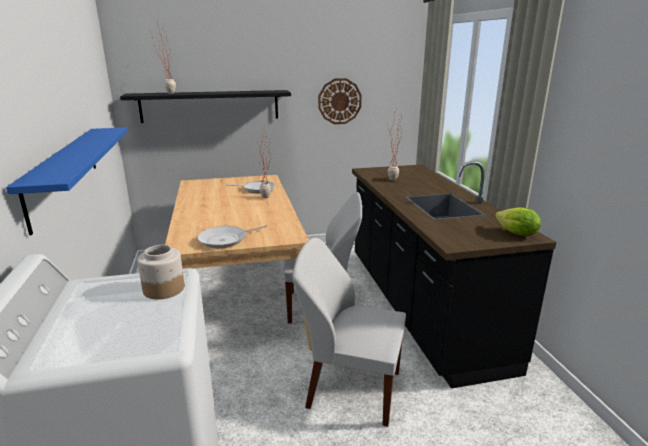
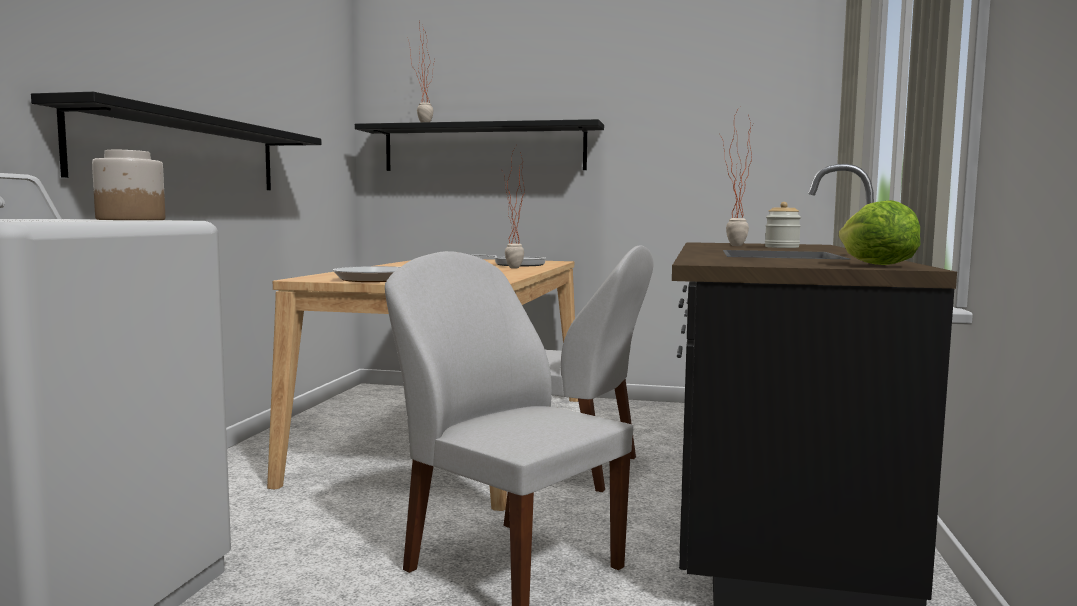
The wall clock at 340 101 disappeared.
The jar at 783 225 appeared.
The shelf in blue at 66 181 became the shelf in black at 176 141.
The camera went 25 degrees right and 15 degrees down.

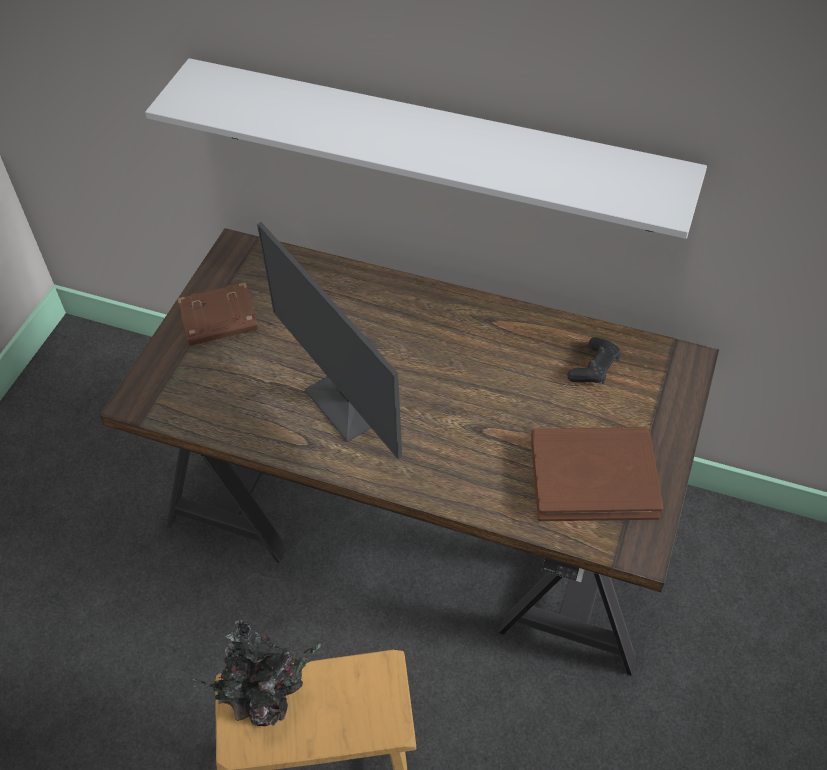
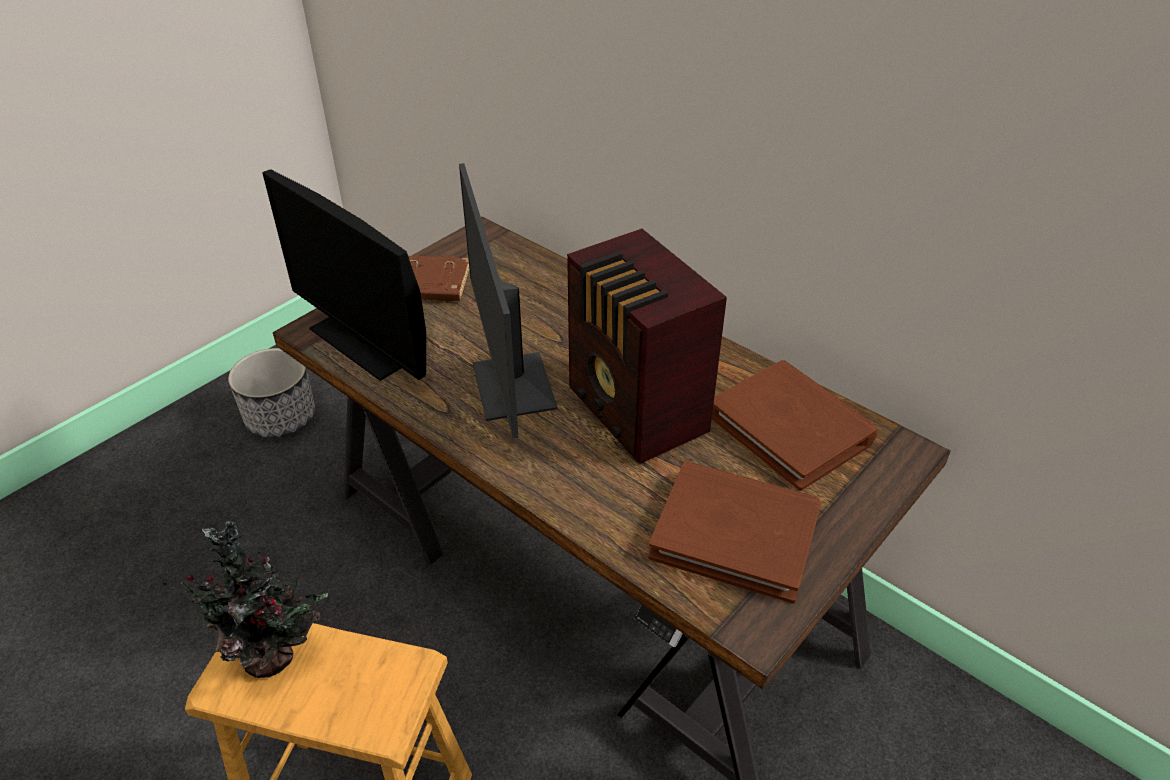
The shelf in white at 426 148 disappeared.
The planter at 271 393 appeared.
The monitor at 344 275 appeared.
The radio at 647 346 appeared.
The game controller in black at 594 360 was replaced by the book in brown at 794 425.
The camera went 20 degrees right and 10 degrees down.

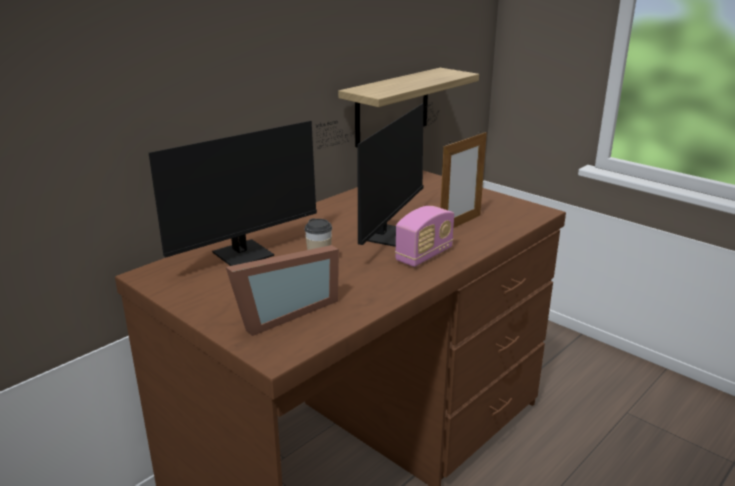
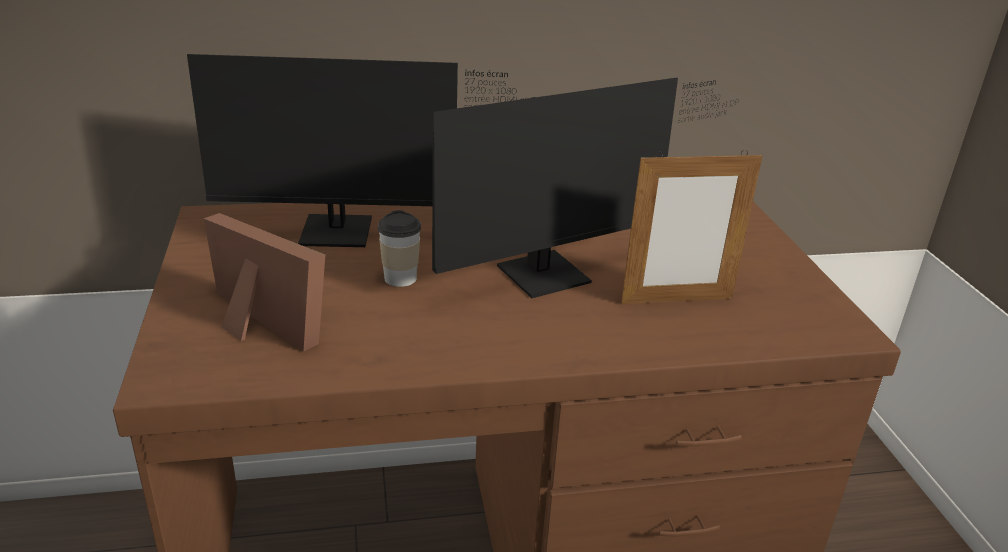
The shelf at 408 107 disappeared.
The radio at 424 236 disappeared.
The picture frame at 282 290 turned 135 degrees counterclockwise.
The camera went 35 degrees right and 5 degrees up.

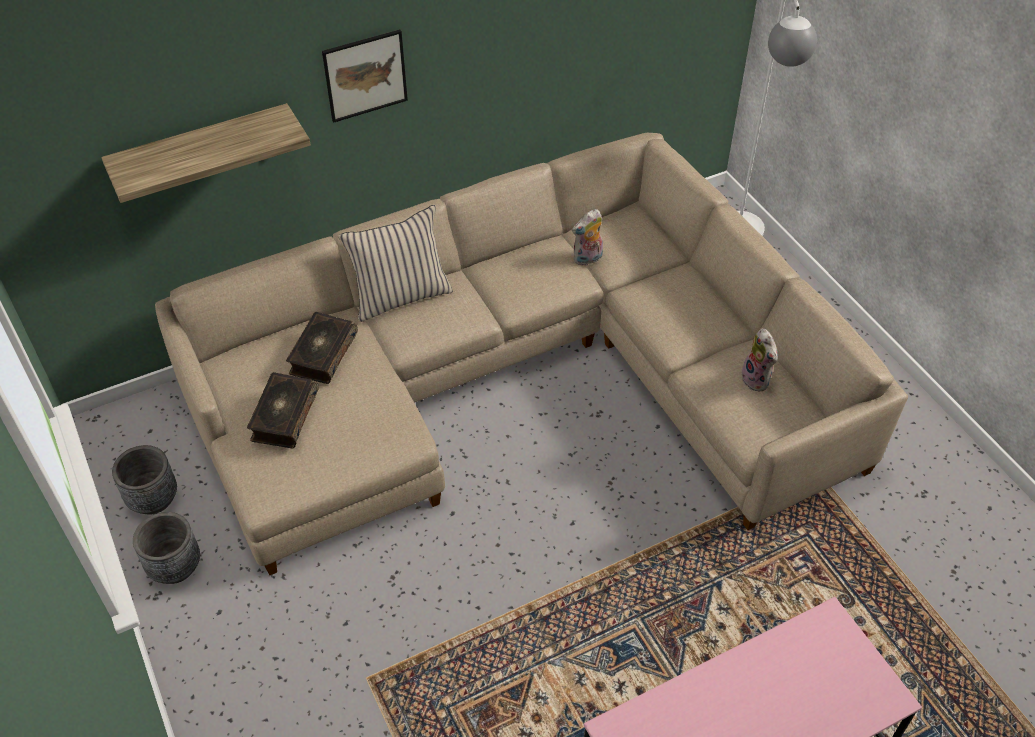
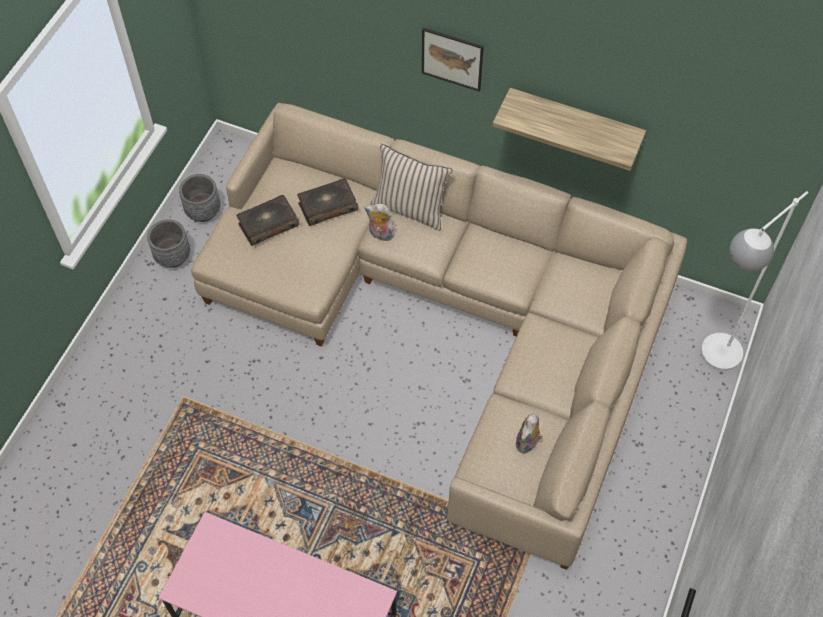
The shelf moved from 206 153 to 569 129.
The plush toy moved from 587 237 to 380 222.
The camera went 50 degrees right and 10 degrees up.

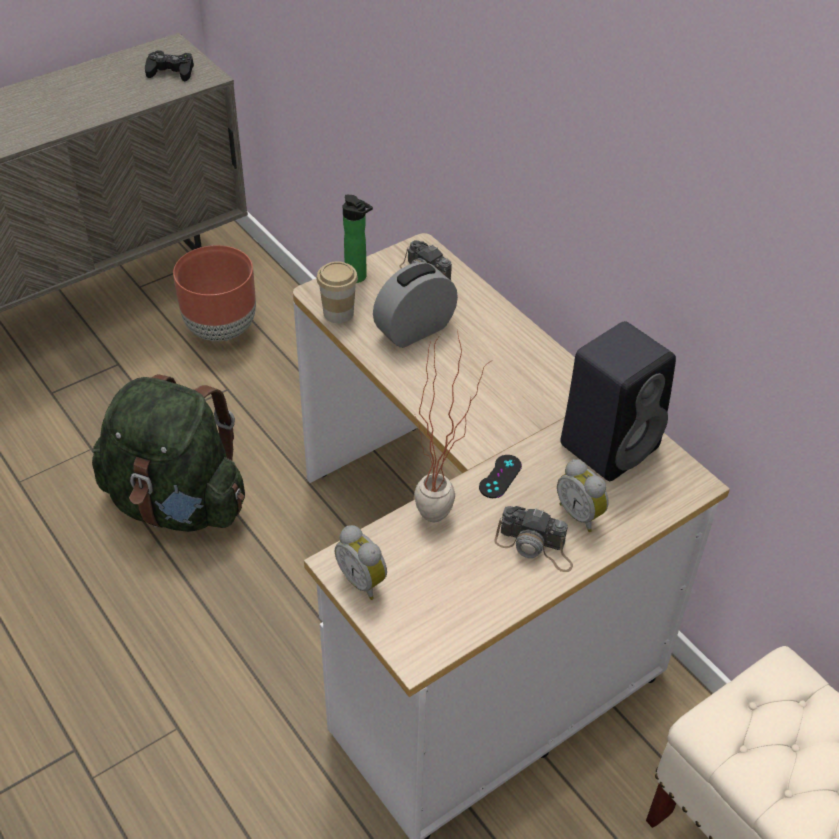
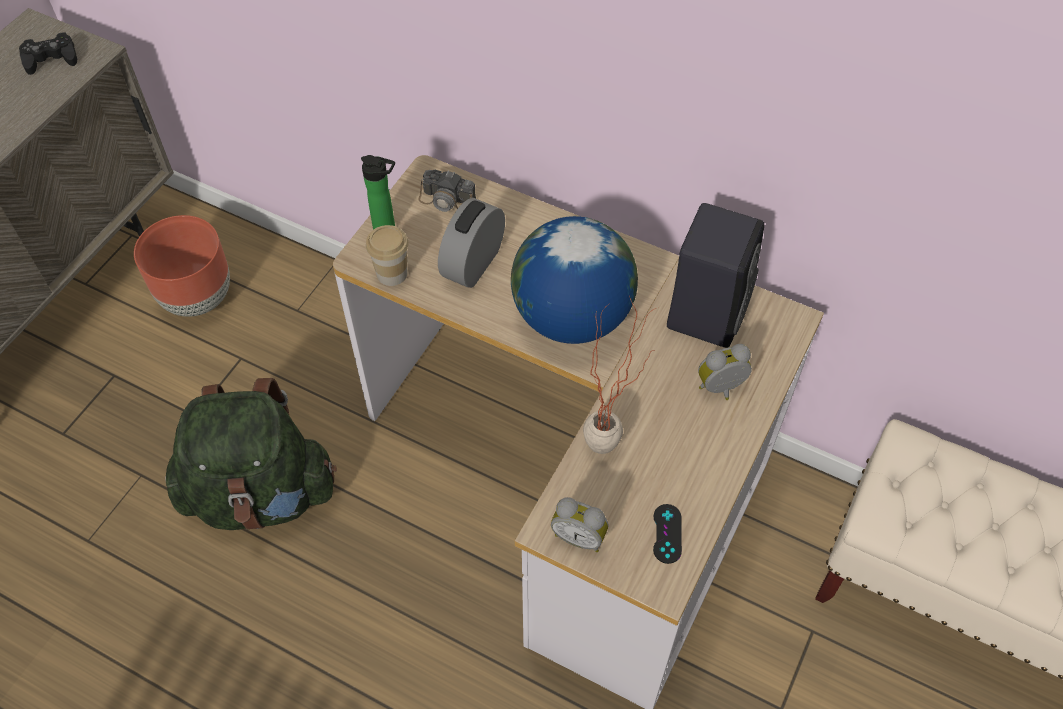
The photo camera at 533 539 disappeared.
The globe at 574 280 appeared.
The game controller in black moved from 500 476 to 667 534.
The alarm clock at 583 495 turned 135 degrees clockwise.
The camera went 25 degrees left and 10 degrees up.

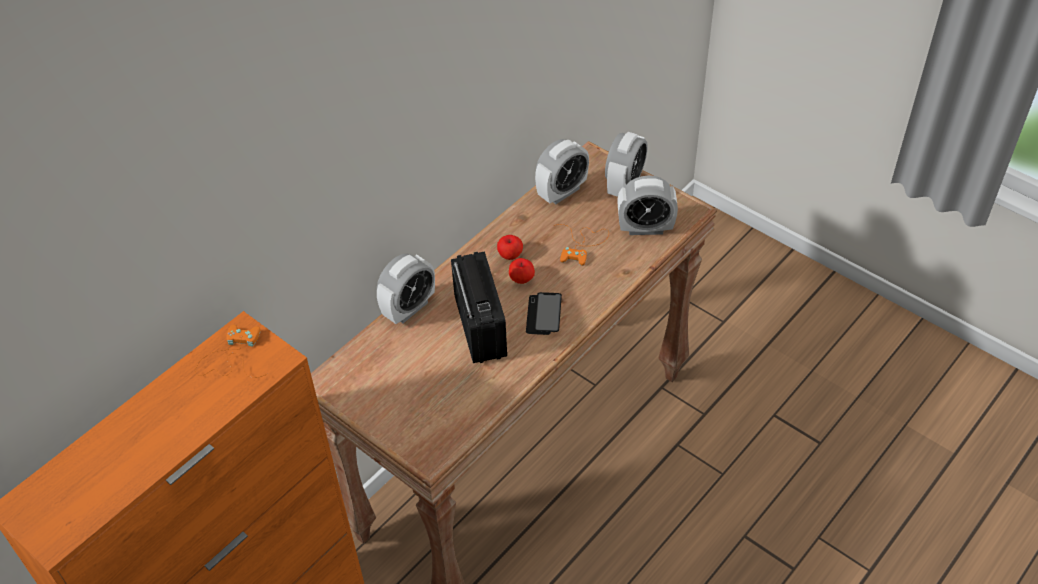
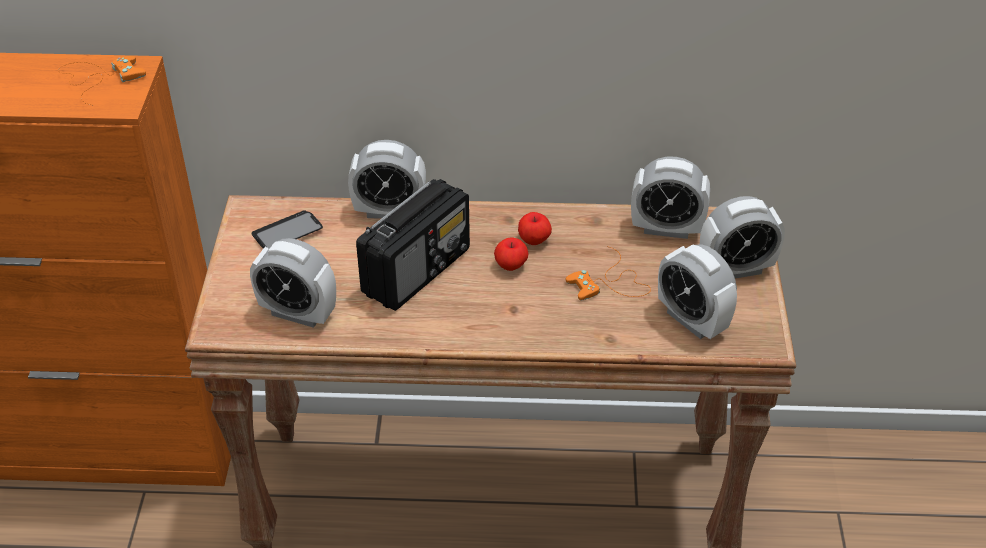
The alarm clock at 293 283 appeared.
The phone moved from 544 313 to 287 229.
The camera went 50 degrees right and 5 degrees down.

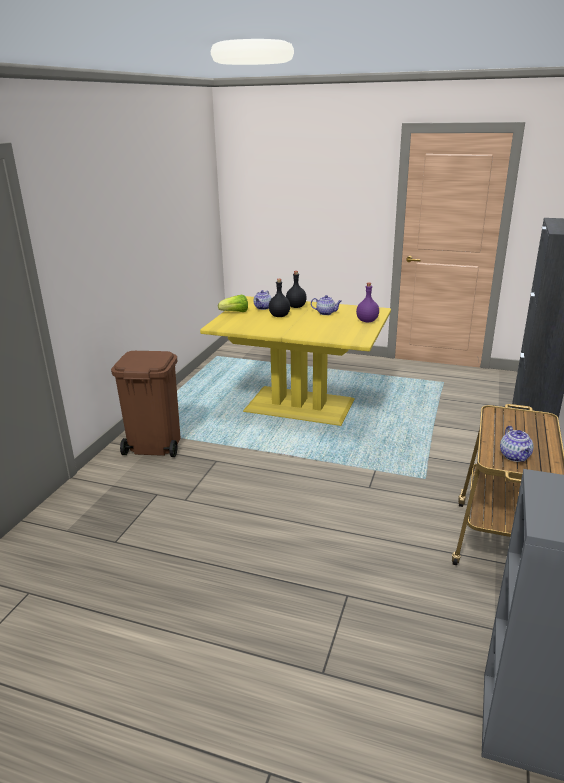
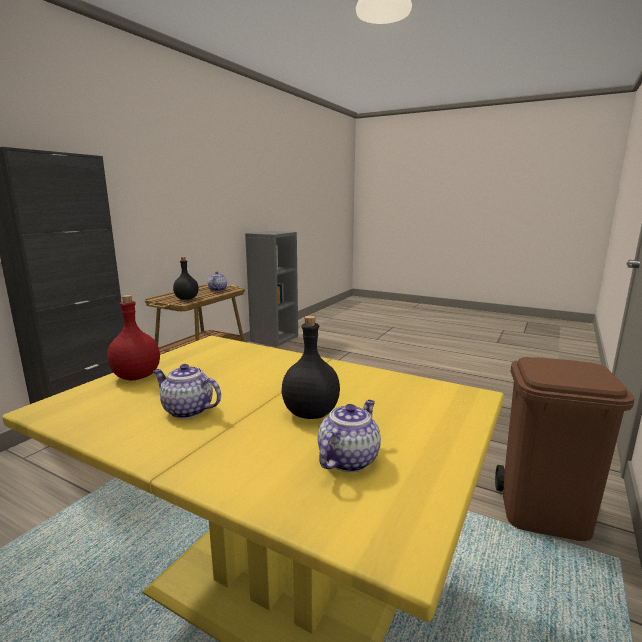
The lettuce at 233 303 disappeared.
The bottle in black moved from 296 289 to 186 278.
The bottle in purple at 367 302 became the bottle in red at 133 338.
The camera went 170 degrees left and 10 degrees down.

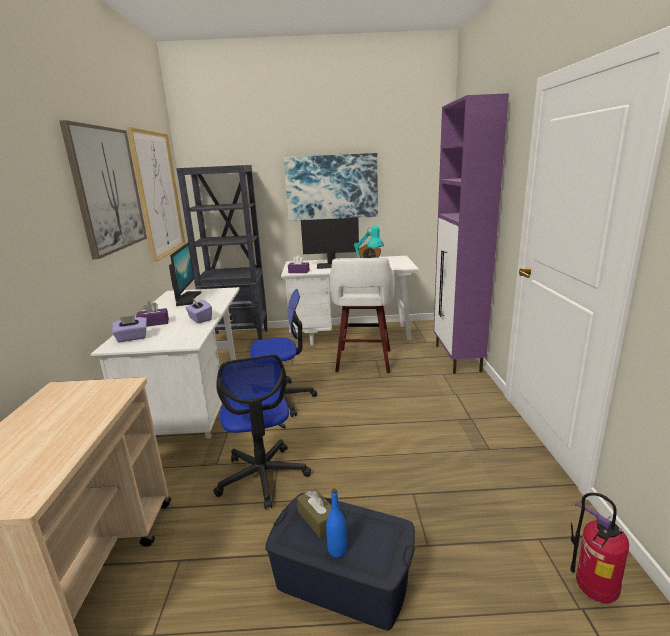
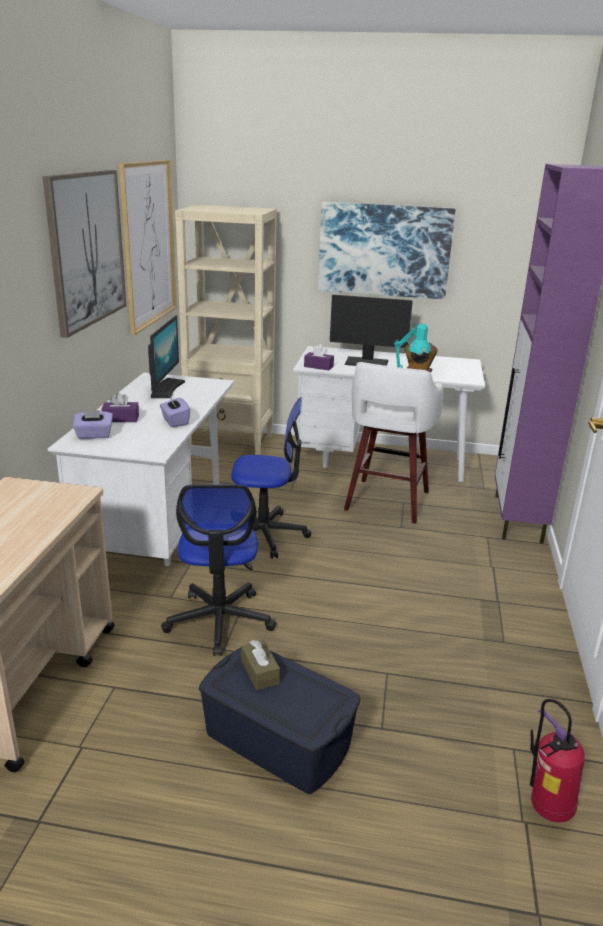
The bottle in blue at 336 523 disappeared.
The bookcase in black at 222 252 became the bookcase in beige at 226 330.
The camera went 10 degrees right and 5 degrees up.

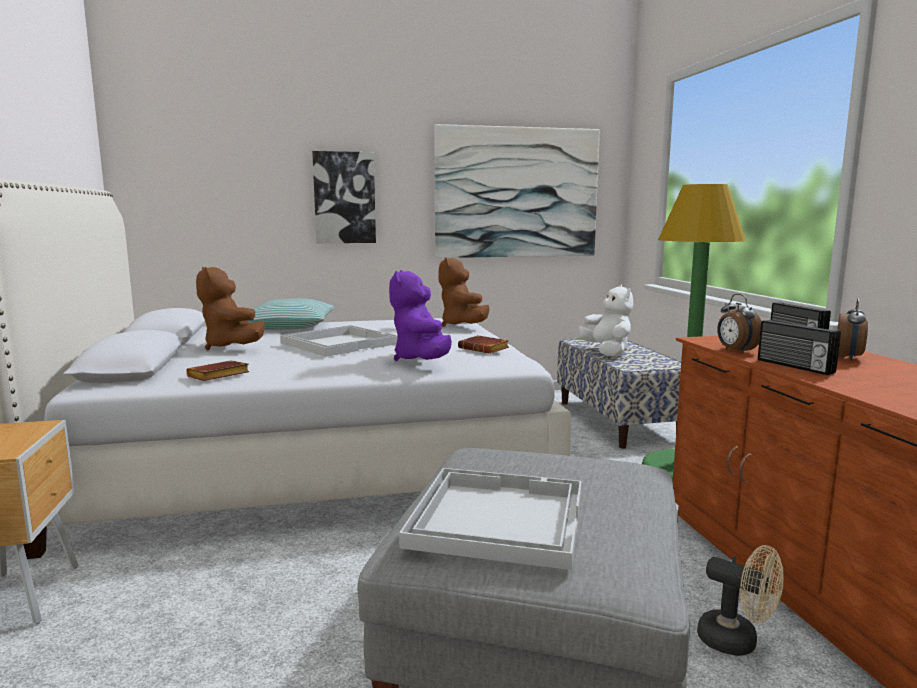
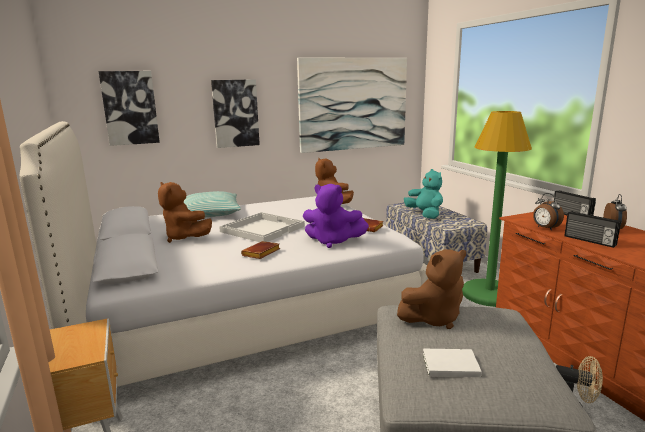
The picture at 129 108 appeared.
The plush toy in brown at 431 289 appeared.
The book in brown moved from 218 370 to 260 250.
The tray in white at 490 519 was replaced by the book in white at 452 363.
The plush toy in white at 605 321 became the plush toy in turquoise at 423 194.
The plush toy in purple at 420 315 turned 60 degrees counterclockwise.
The camera went 10 degrees left and 5 degrees up.

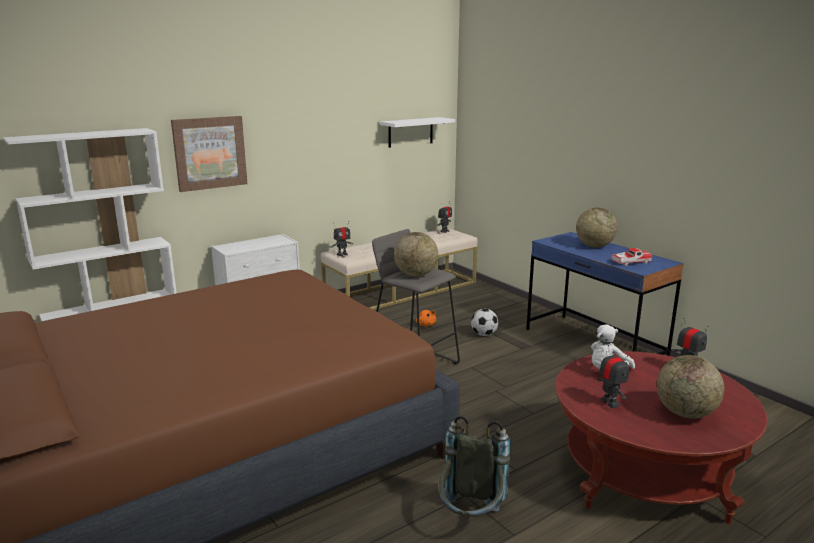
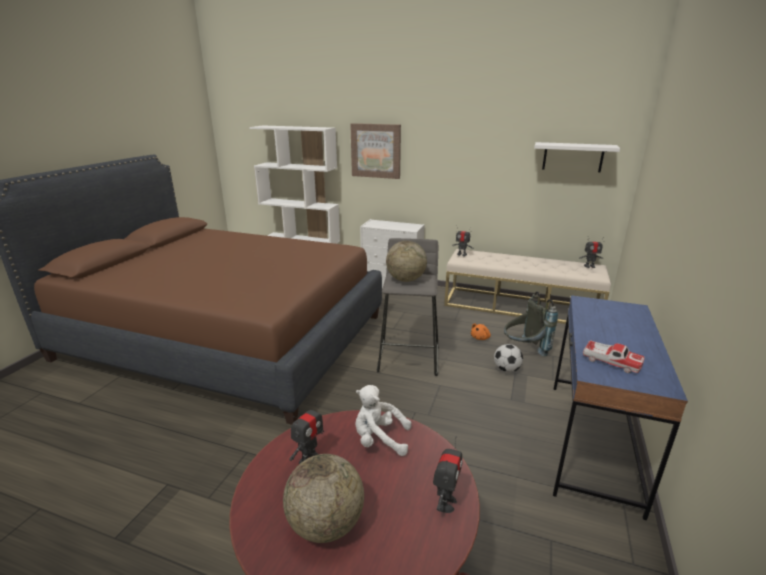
The globe at 596 227 disappeared.
The backpack in grey moved from 474 466 to 531 323.
The camera went 55 degrees right and 5 degrees up.

